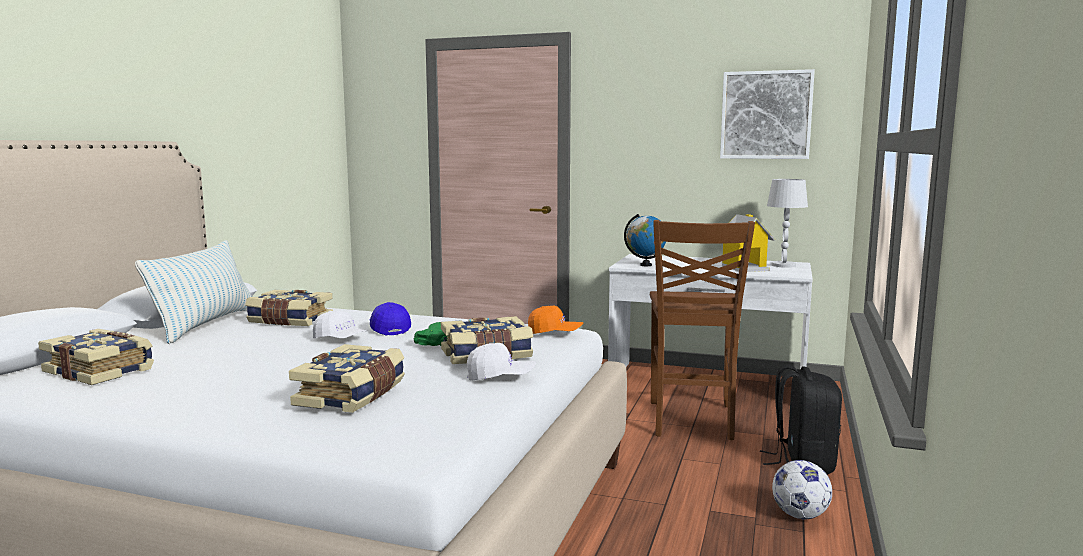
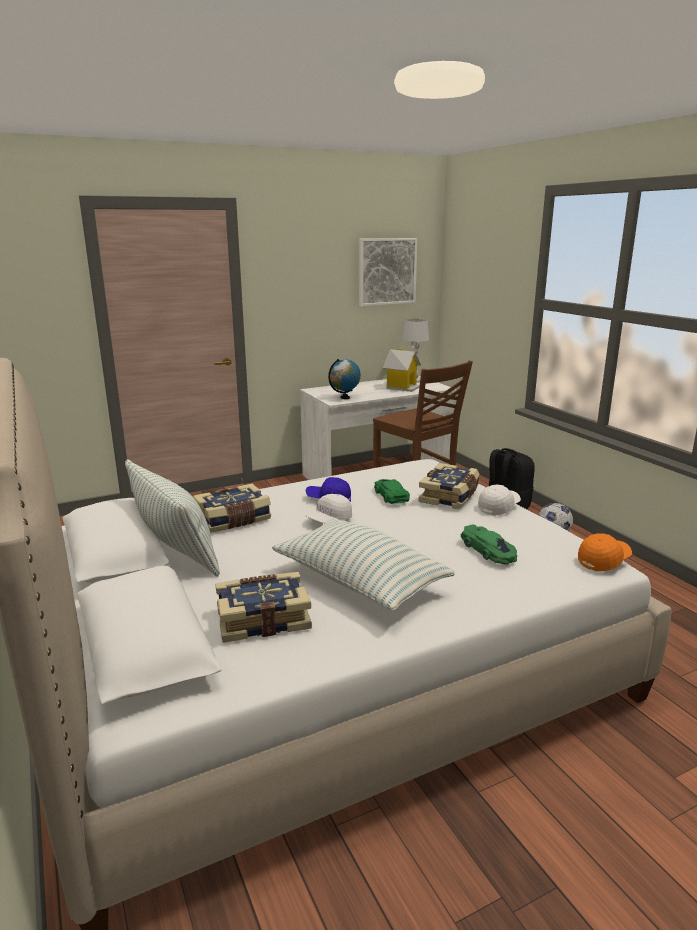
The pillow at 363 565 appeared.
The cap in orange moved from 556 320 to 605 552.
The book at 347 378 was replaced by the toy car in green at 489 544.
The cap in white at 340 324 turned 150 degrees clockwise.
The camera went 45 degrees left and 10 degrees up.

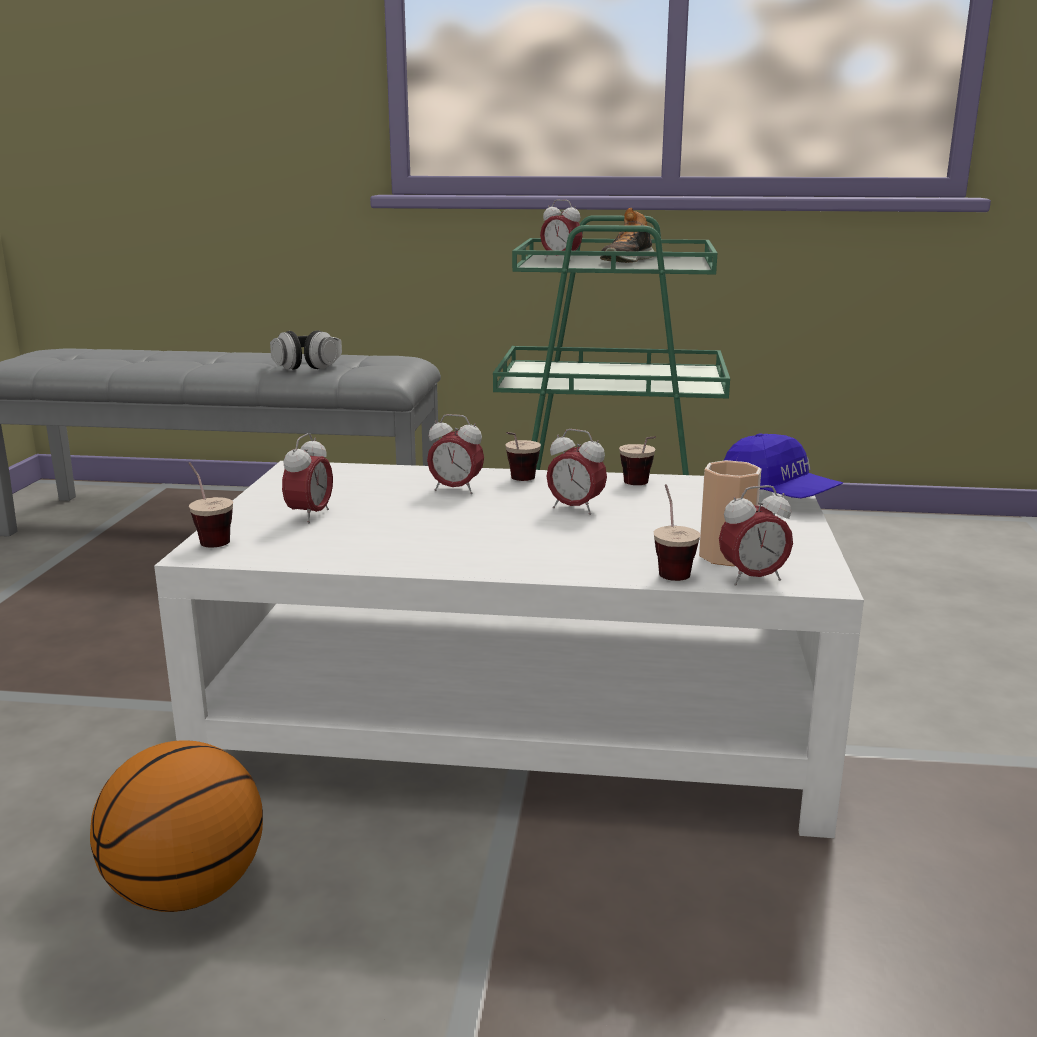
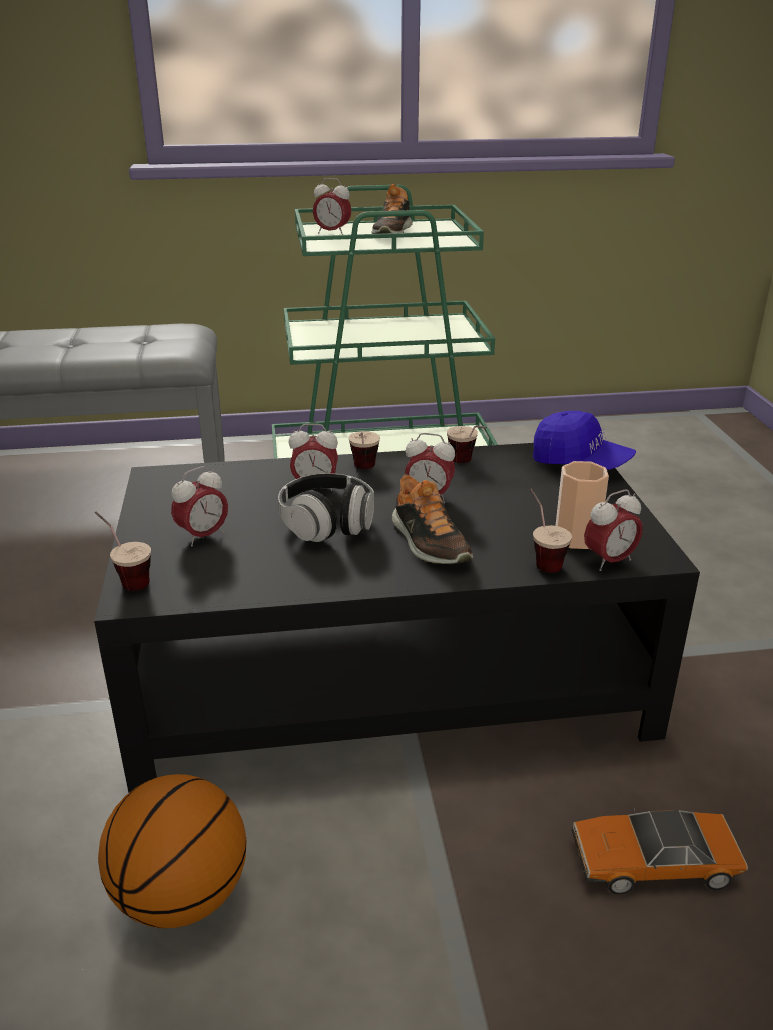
The shoe at 432 519 appeared.
The toy car at 660 852 appeared.
The headphones moved from 306 350 to 326 507.
The coffee table in white at 509 649 became the coffee table in black at 397 618.
The alarm clock at 307 478 turned 45 degrees clockwise.
The camera went 15 degrees left and 10 degrees up.

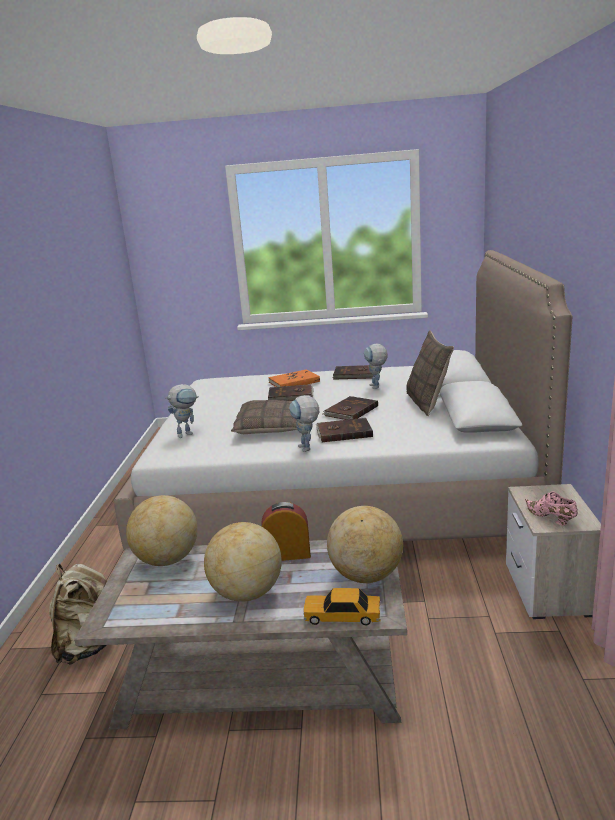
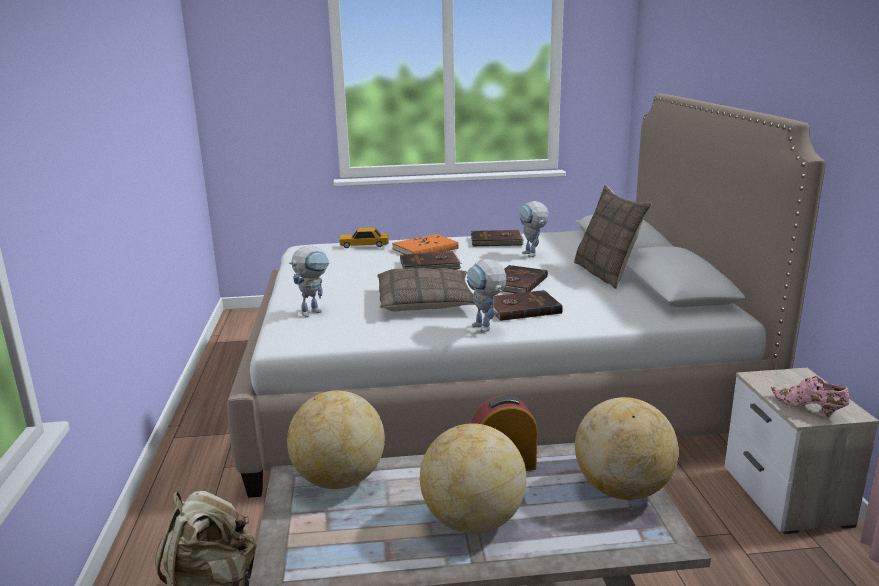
The toy car moved from 342 606 to 364 237.
The camera went 10 degrees left and 0 degrees up.

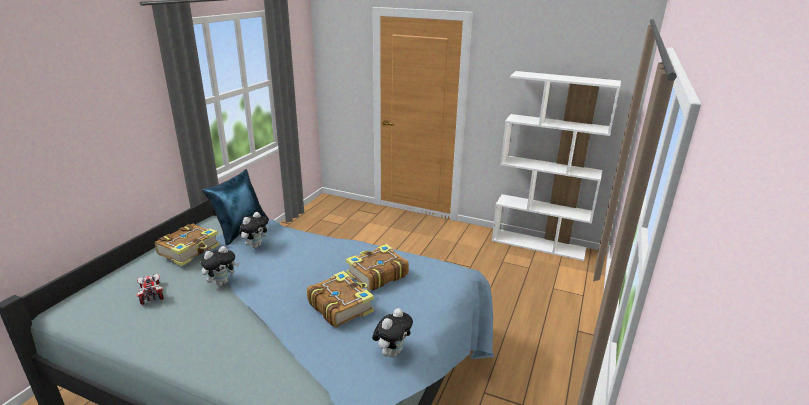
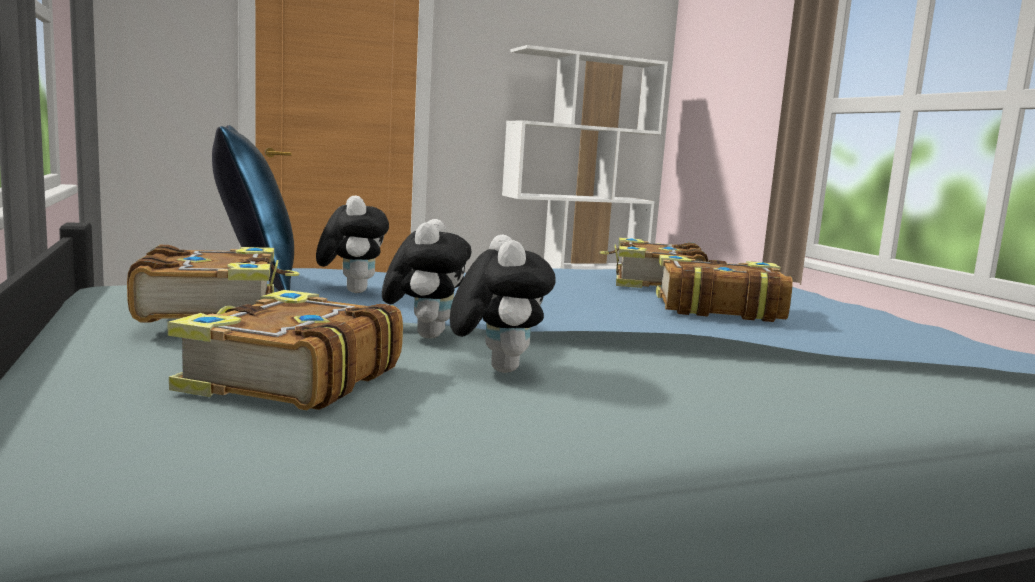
The plush toy moved from 392 332 to 503 304.
The toy car at 150 289 was replaced by the book at 285 350.
The camera went 45 degrees left and 15 degrees down.

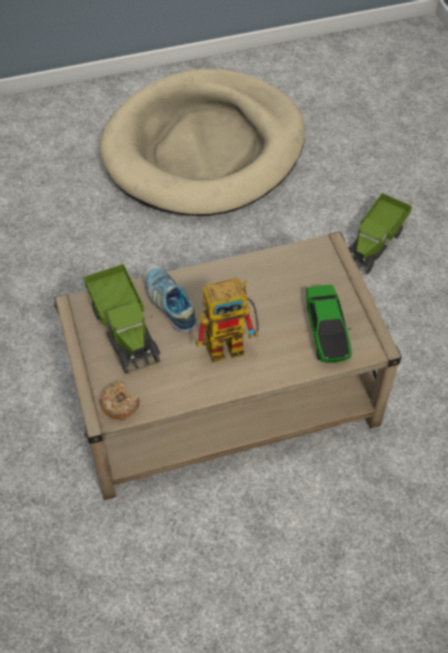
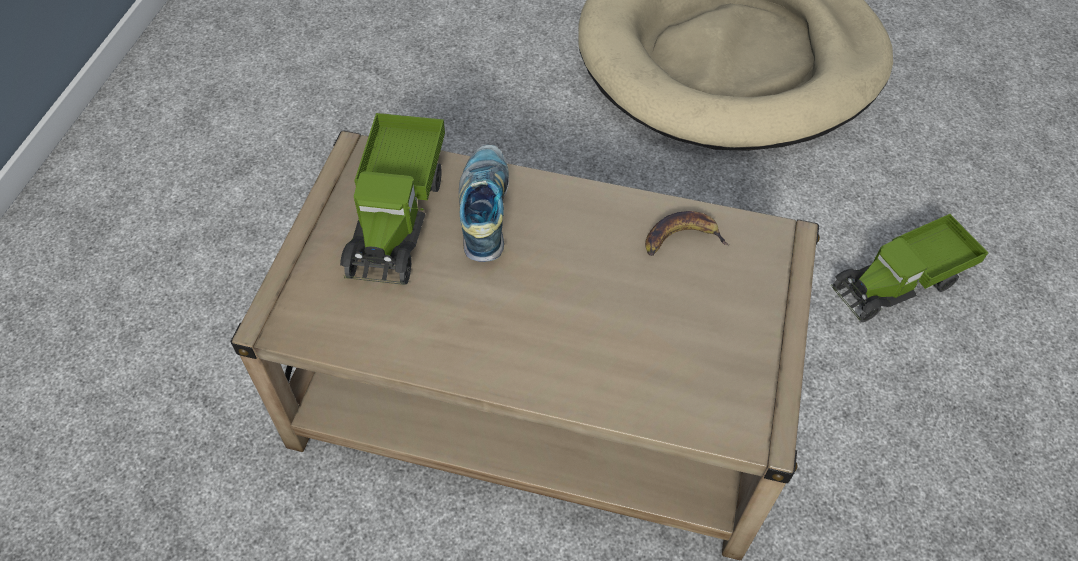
The donut at 120 401 disappeared.
The toy robot at 227 320 disappeared.
The toy car at 329 324 disappeared.
The banana at 687 233 appeared.
The camera went 30 degrees right and 0 degrees up.

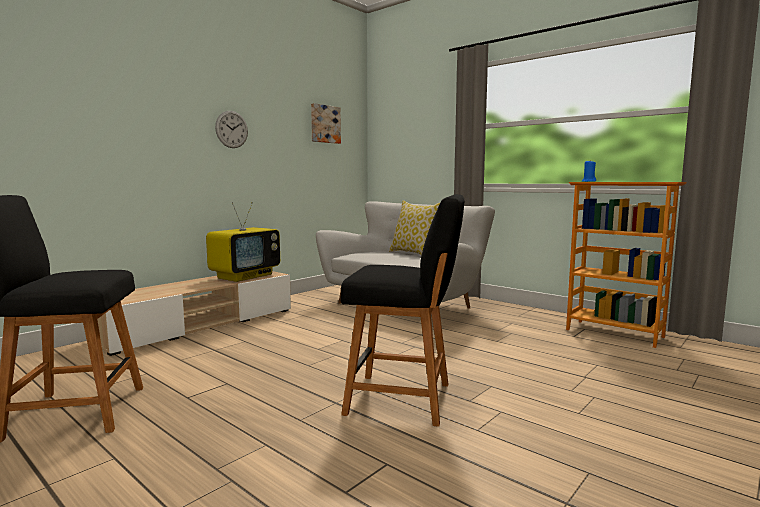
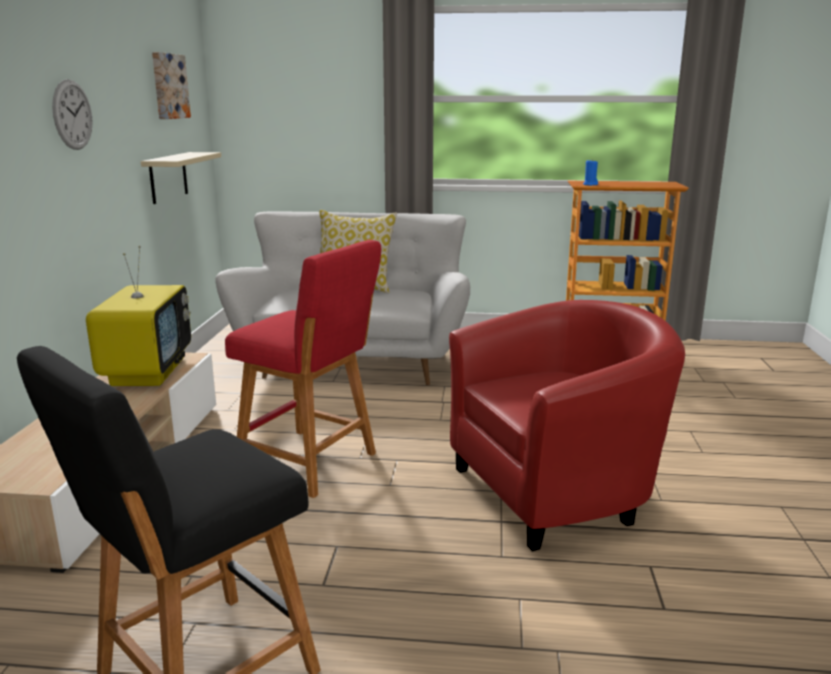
The shelf in beige at 181 178 appeared.
The stool in red at 303 369 appeared.
The stool in black at 402 310 was replaced by the armchair in red at 567 426.
The camera went 35 degrees left and 10 degrees up.

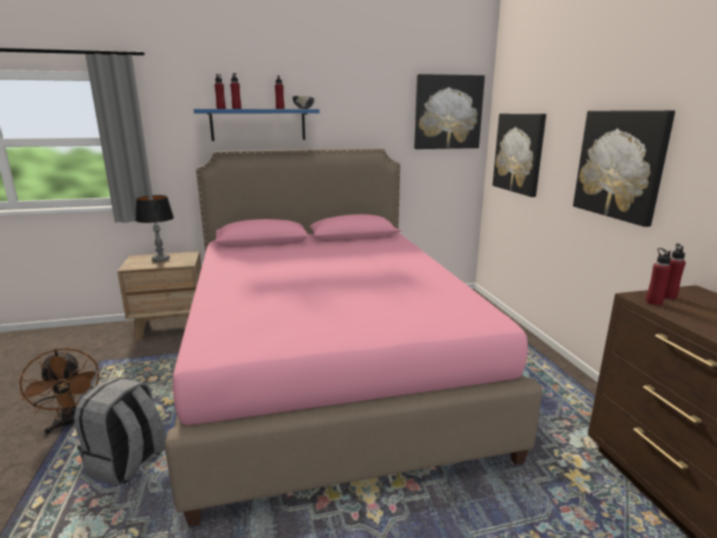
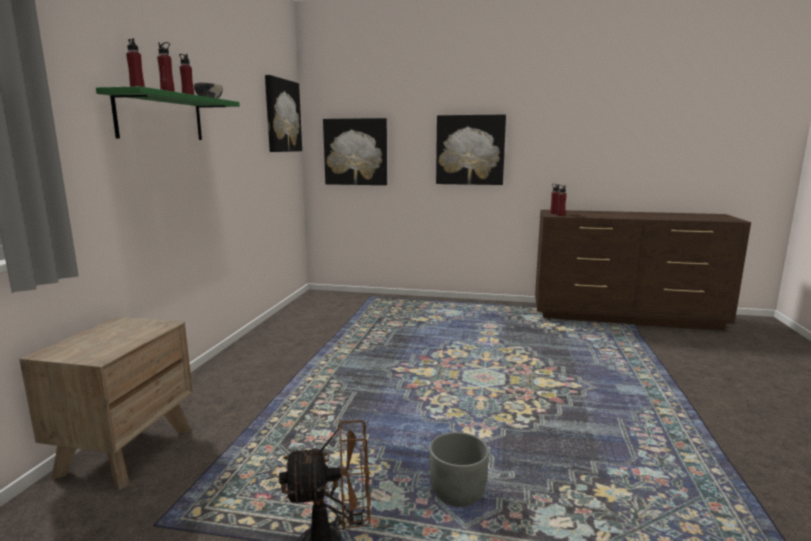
The table lamp at 155 228 disappeared.
The bed in pink at 353 337 disappeared.
The backpack in grey at 120 431 was replaced by the planter in grey at 459 469.
The shelf in blue at 257 125 became the shelf in green at 168 113.
The camera went 65 degrees left and 5 degrees down.

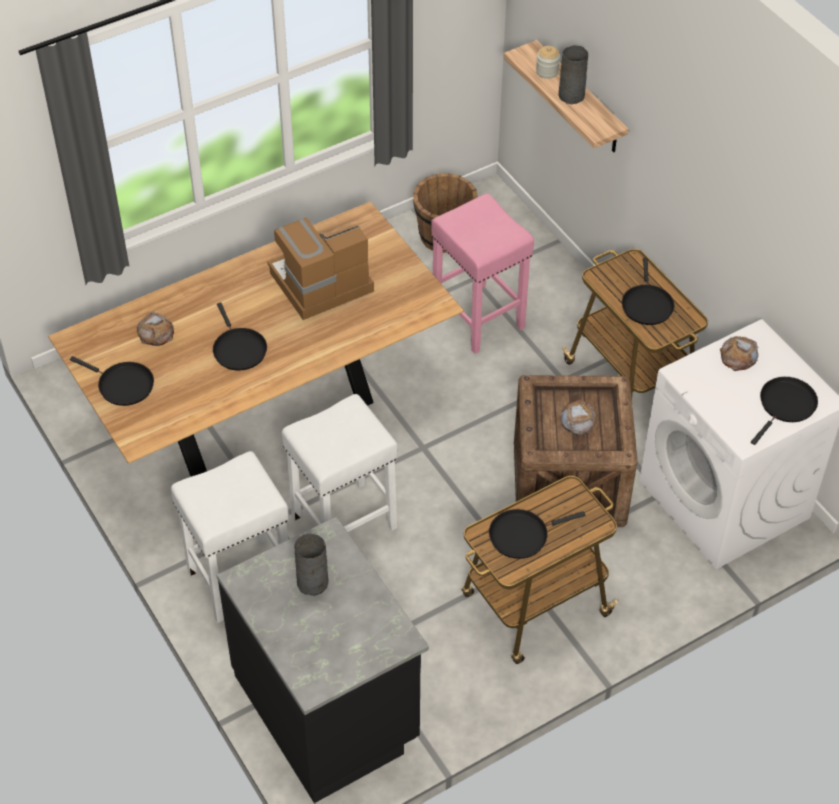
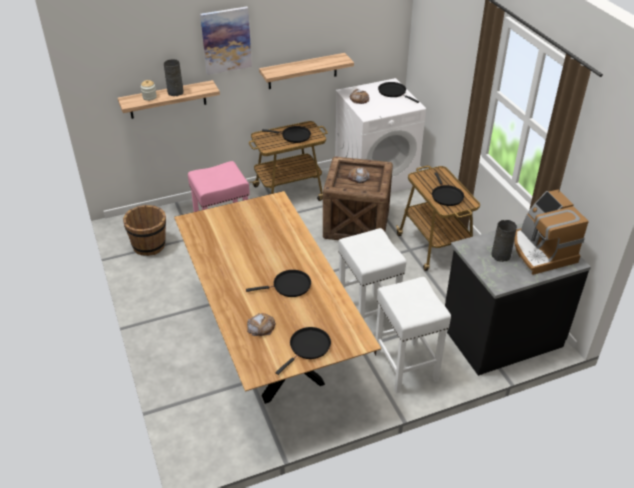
The picture at 226 41 appeared.
The shelf at 306 71 appeared.
The coffee machine moved from 320 269 to 551 232.
The camera went 80 degrees left and 10 degrees down.

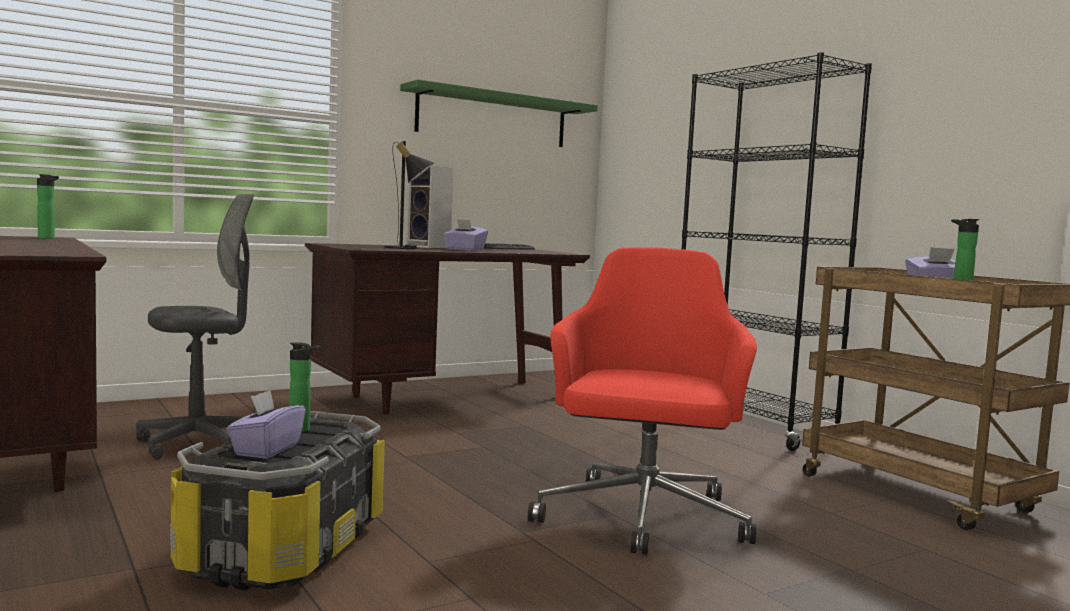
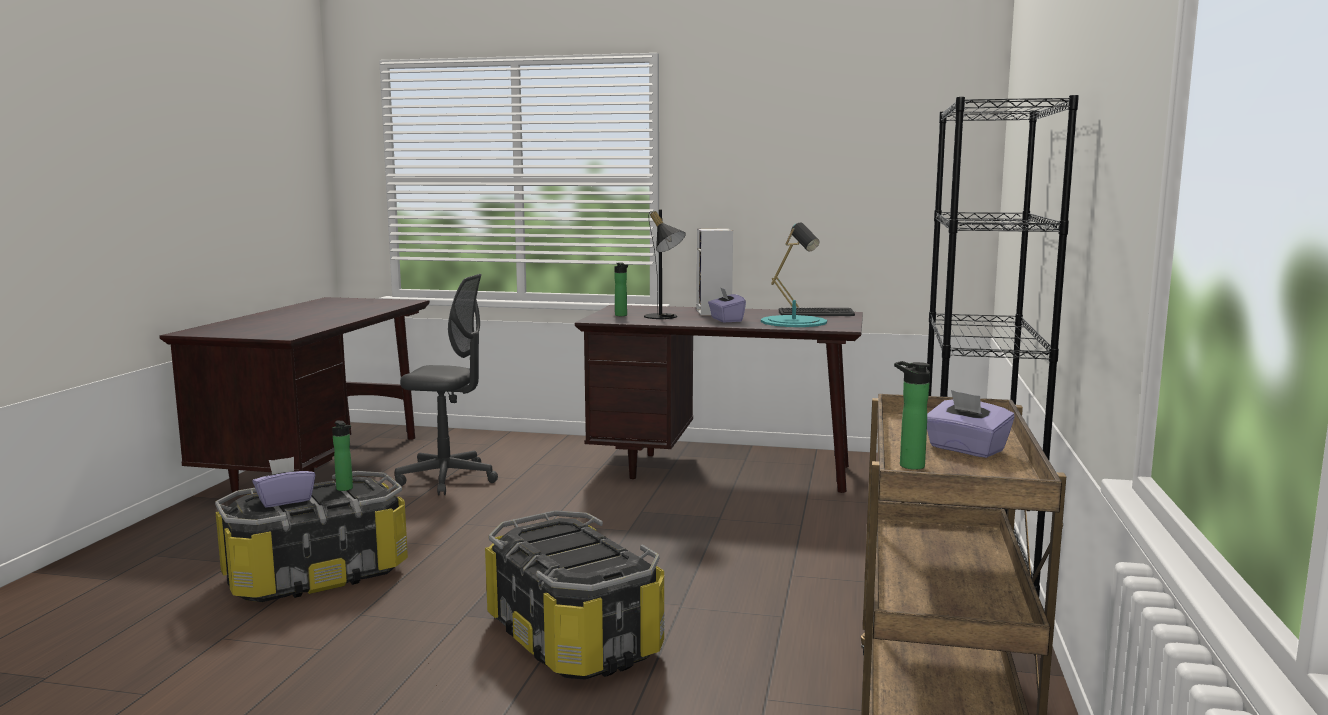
The shelf in green at 499 113 disappeared.
The table lamp in turquoise at 794 274 appeared.
The bottle moved from 48 206 to 621 289.
The office chair in red at 642 401 was replaced by the storage box at 575 595.
The camera went 45 degrees right and 5 degrees up.

